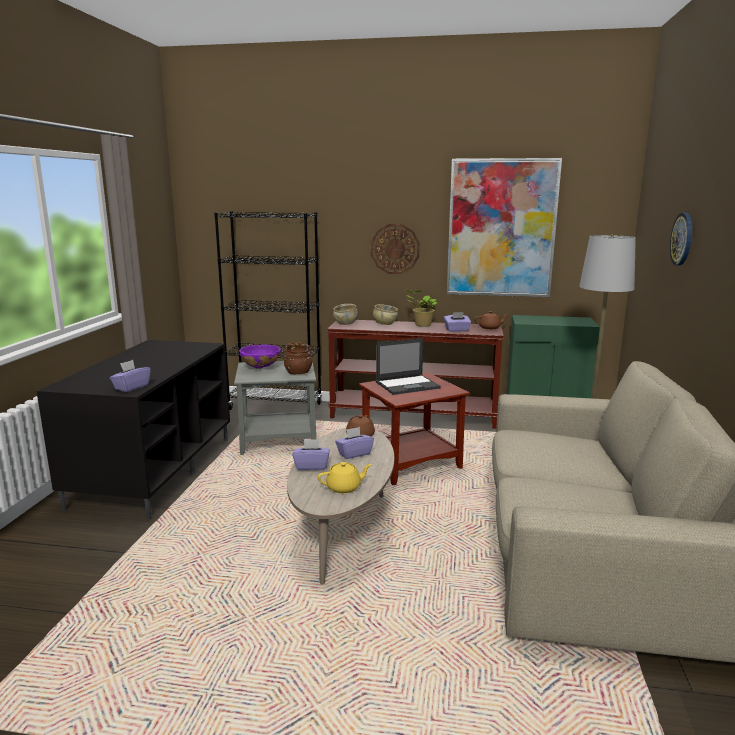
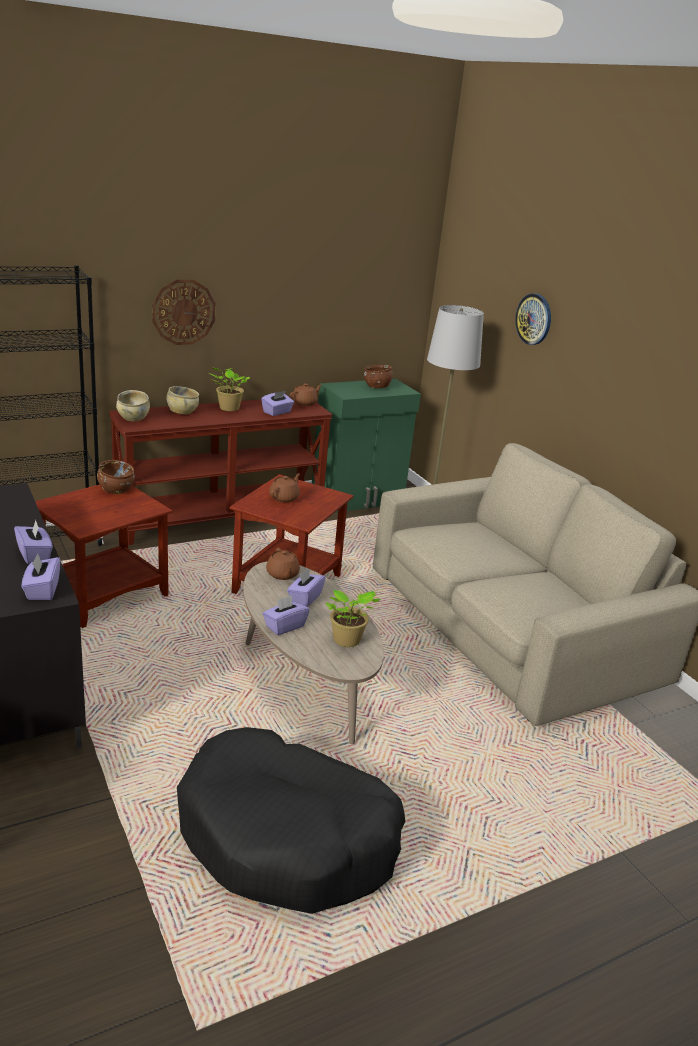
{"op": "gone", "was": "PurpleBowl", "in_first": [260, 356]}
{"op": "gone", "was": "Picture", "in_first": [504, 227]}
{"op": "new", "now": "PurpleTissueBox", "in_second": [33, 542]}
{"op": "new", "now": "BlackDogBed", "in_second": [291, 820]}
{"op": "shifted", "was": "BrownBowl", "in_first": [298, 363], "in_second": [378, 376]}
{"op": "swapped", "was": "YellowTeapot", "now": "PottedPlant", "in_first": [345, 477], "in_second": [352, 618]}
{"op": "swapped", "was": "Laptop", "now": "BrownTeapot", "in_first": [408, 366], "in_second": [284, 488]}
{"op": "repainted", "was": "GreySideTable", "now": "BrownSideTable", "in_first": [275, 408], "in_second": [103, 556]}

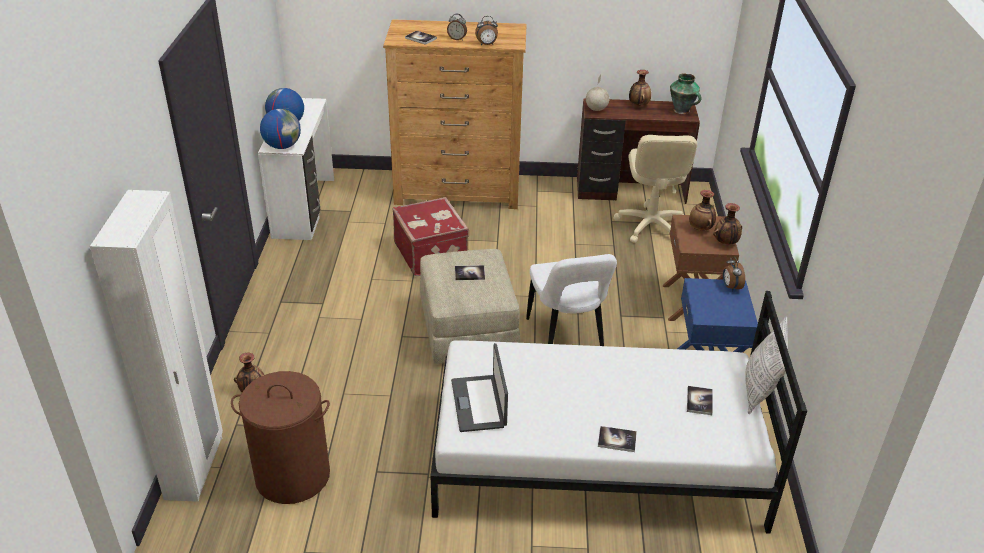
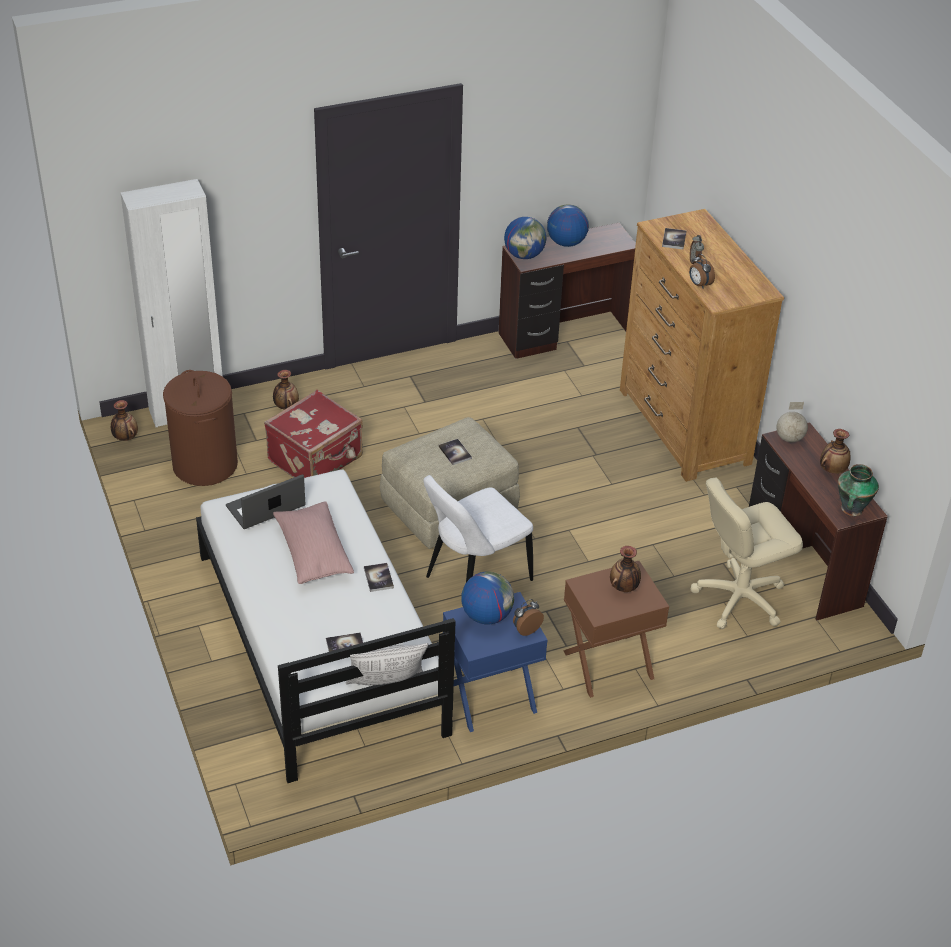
{"op": "new", "now": "PinkPillow", "in_second": [313, 542]}
{"op": "new", "now": "Globe", "in_second": [487, 598]}
{"op": "shifted", "was": "RedSuitcase", "in_first": [430, 236], "in_second": [313, 434]}
{"op": "shifted", "was": "Book", "in_first": [617, 439], "in_second": [379, 577]}
{"op": "shifted", "was": "Vase", "in_first": [727, 224], "in_second": [124, 420]}
{"op": "repainted", "was": "WhiteDesk", "now": "BrownDesk", "in_first": [296, 169], "in_second": [567, 291]}

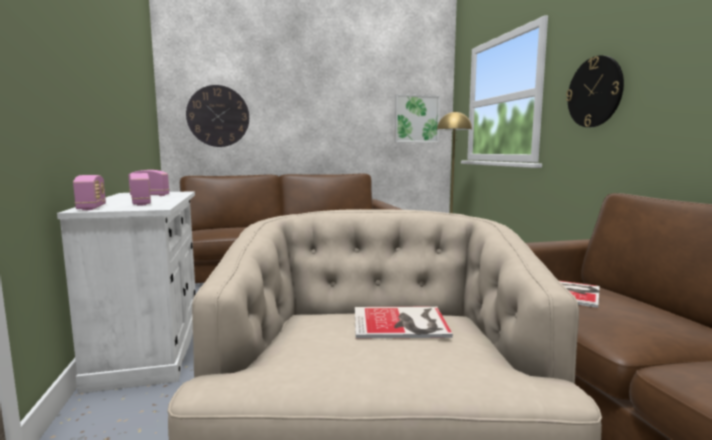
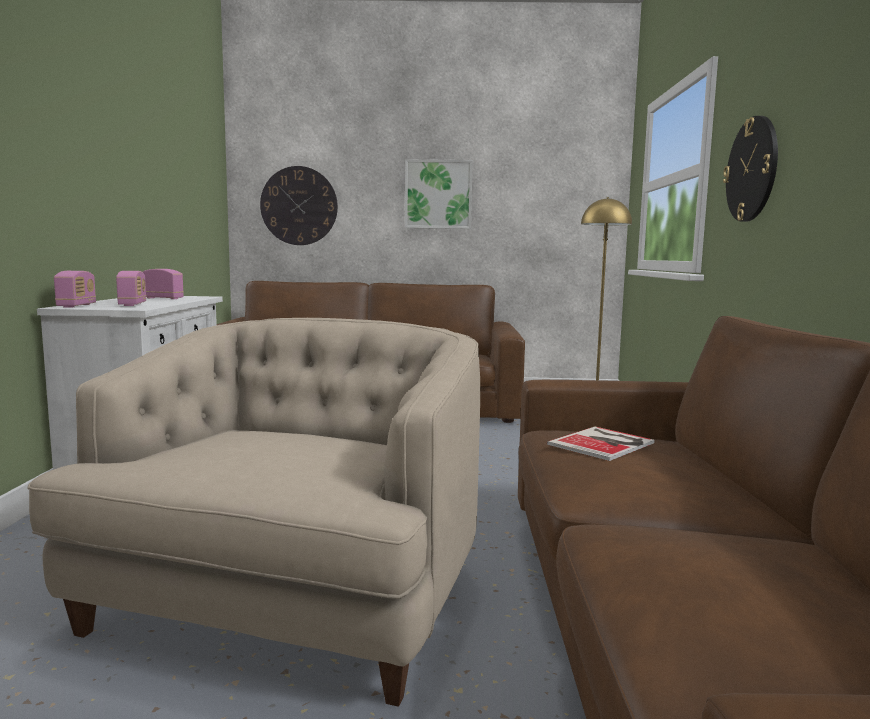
{"op": "gone", "was": "Book", "in_first": [404, 322]}
{"op": "shifted", "was": "Picture", "in_first": [417, 118], "in_second": [439, 194]}

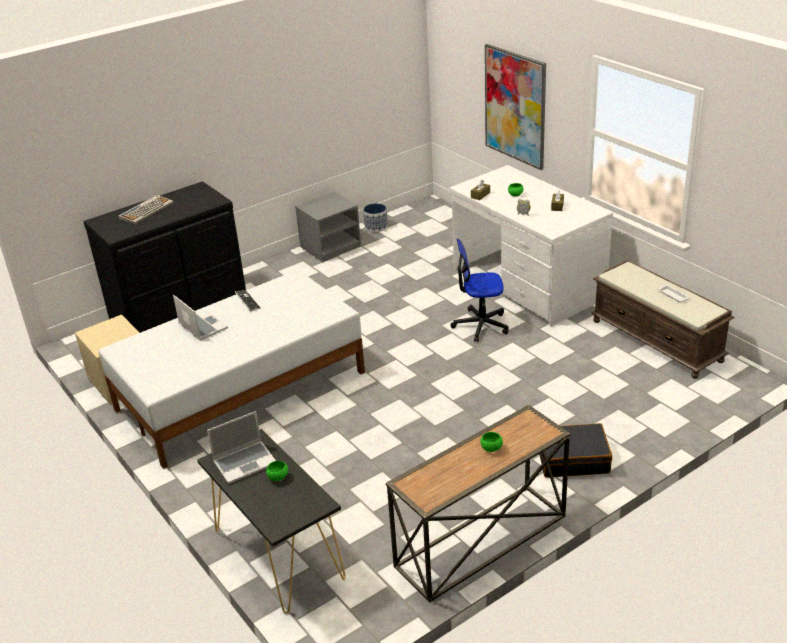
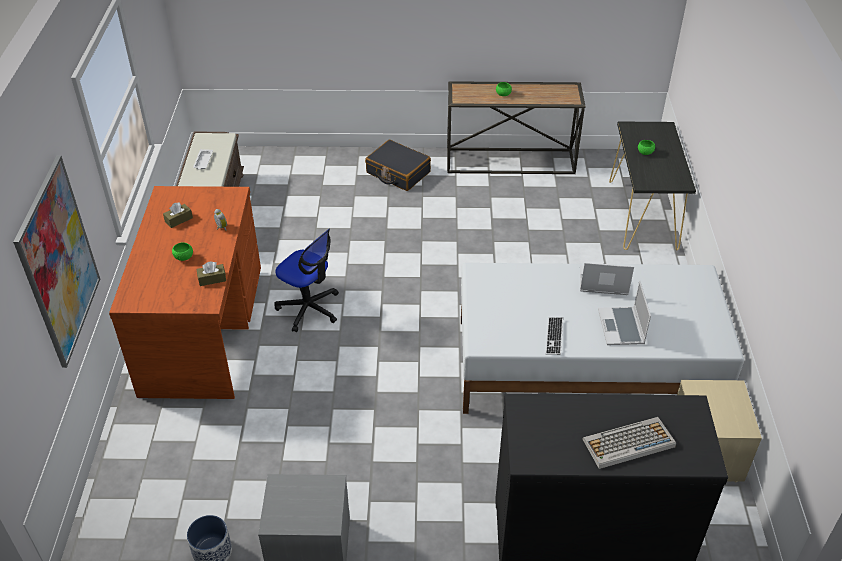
{"op": "shifted", "was": "Laptop", "in_first": [241, 447], "in_second": [607, 278]}
{"op": "repainted", "was": "WhiteDesk", "now": "BrownDesk", "in_first": [531, 245], "in_second": [185, 292]}

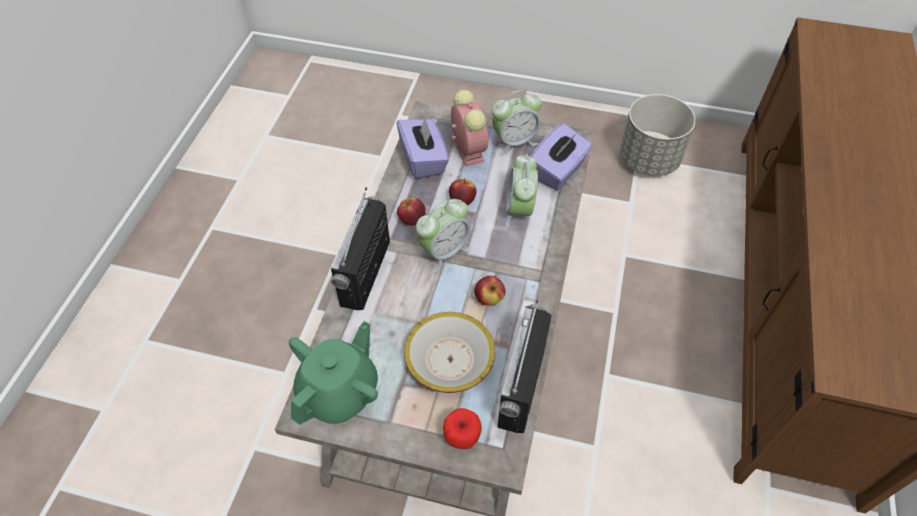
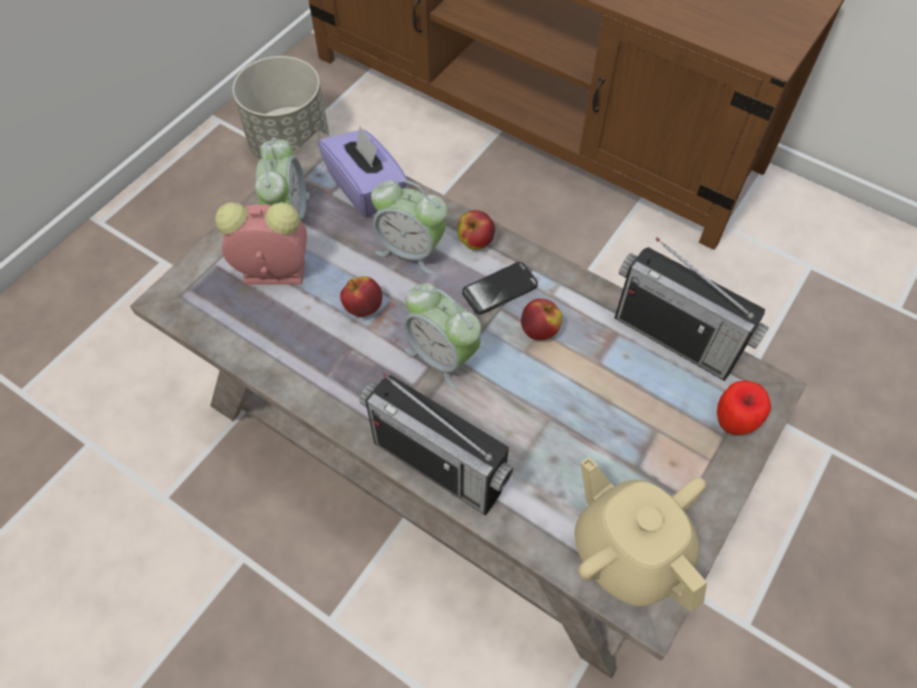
{"op": "gone", "was": "PurpleTissueBox", "in_first": [422, 147]}
{"op": "gone", "was": "Bowl", "in_first": [449, 352]}
{"op": "new", "now": "Phone", "in_second": [500, 288]}
{"op": "shifted", "was": "Apple", "in_first": [411, 212], "in_second": [476, 230]}
{"op": "repainted", "was": "GreenTeapot", "now": "BeigeTeapot", "in_first": [333, 373], "in_second": [640, 534]}
{"op": "rotated", "was": "AlarmClock", "in_first": [443, 235], "in_second": [442, 336], "clockwise": 150}

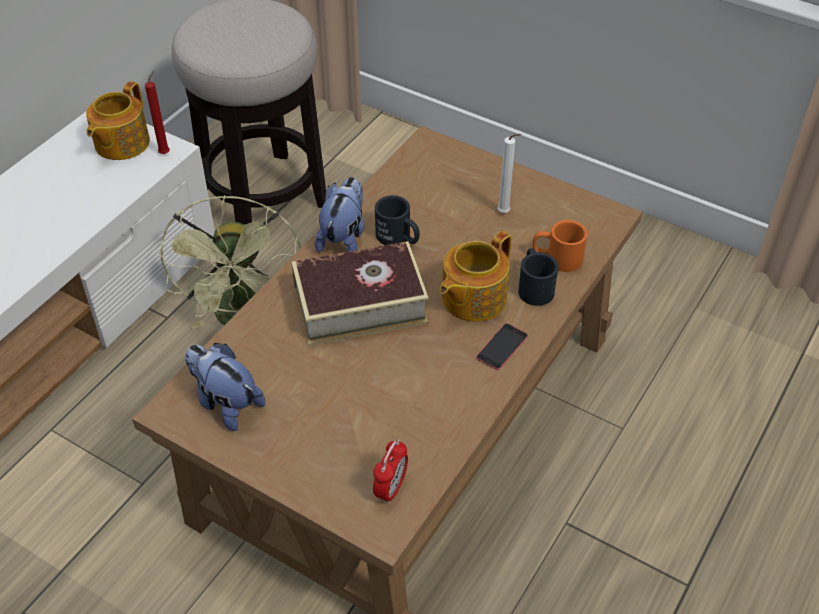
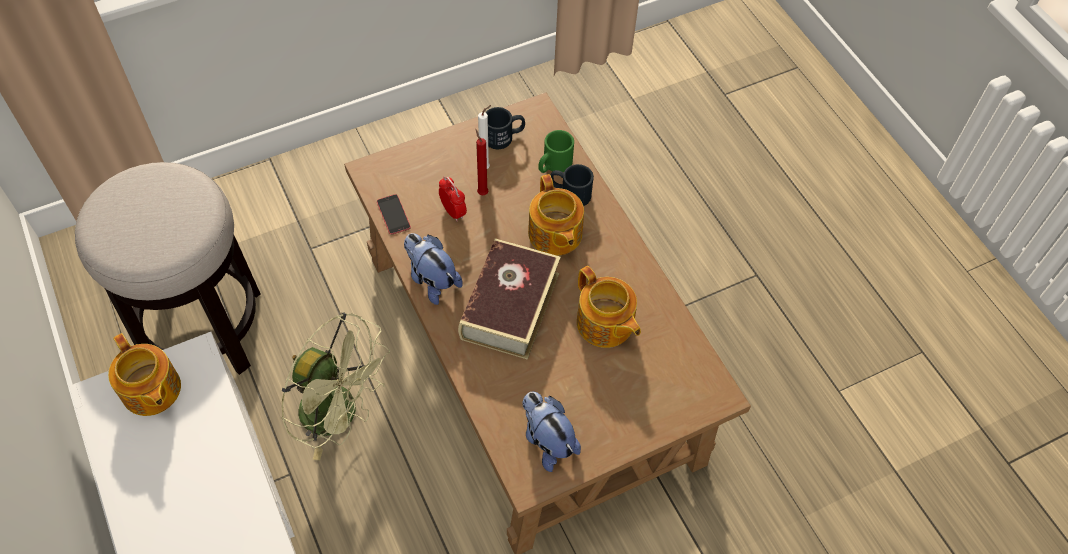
{"op": "new", "now": "Teapot", "in_second": [609, 307]}
{"op": "shifted", "was": "RedCandle", "in_first": [157, 112], "in_second": [481, 162]}
{"op": "shifted", "was": "AlarmClock", "in_first": [390, 471], "in_second": [453, 199]}
{"op": "shifted", "was": "BlackMug", "in_first": [397, 220], "in_second": [505, 128]}
{"op": "shifted", "was": "Phone", "in_first": [502, 346], "in_second": [394, 214]}
{"op": "repainted", "was": "OrangeMug", "now": "GreenMug", "in_first": [560, 246], "in_second": [556, 151]}
{"op": "rotated", "was": "PlushToy", "in_first": [225, 387], "in_second": [551, 432], "clockwise": 75}

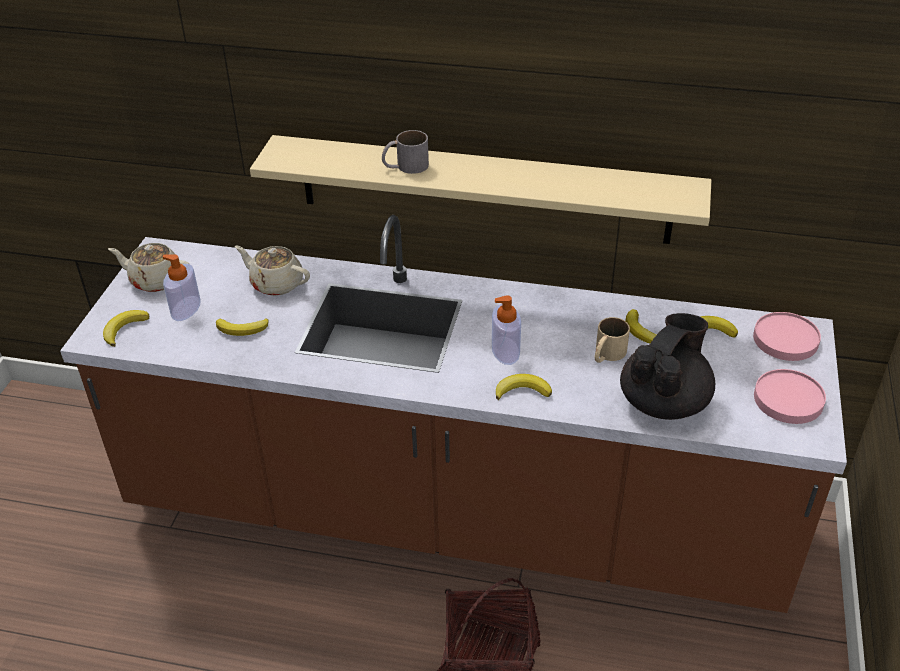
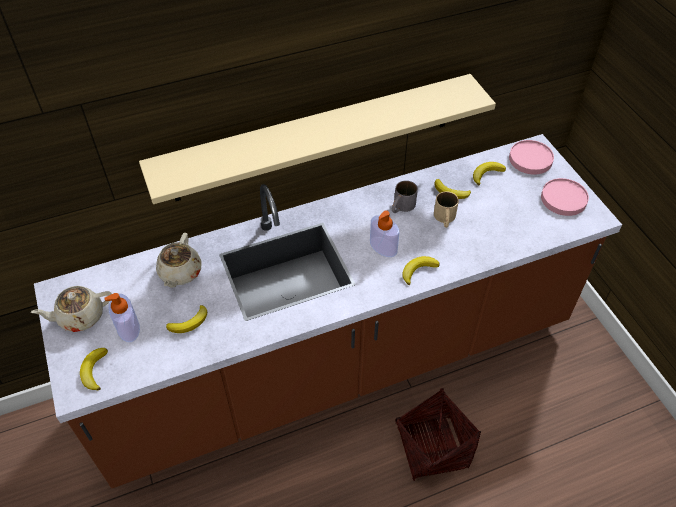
{"op": "gone", "was": "BlackTeapot", "in_first": [667, 366]}
{"op": "shifted", "was": "GreyMug", "in_first": [405, 152], "in_second": [405, 196]}
{"op": "rotated", "was": "BeigeTeapot", "in_first": [272, 270], "in_second": [179, 260], "clockwise": -75}

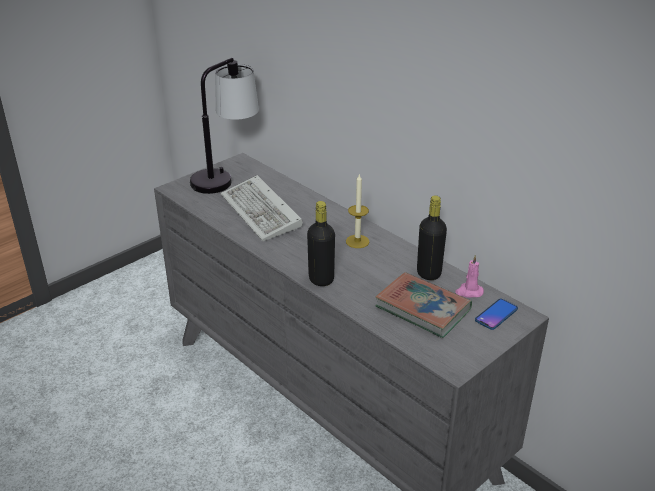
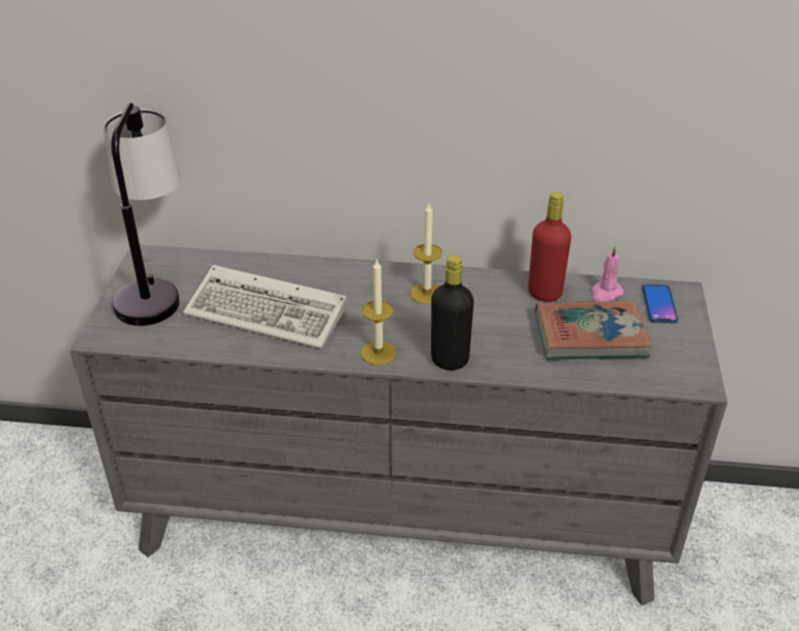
{"op": "new", "now": "Candle", "in_second": [379, 312]}
{"op": "repainted", "was": "BlackBottle", "now": "RedBottle", "in_first": [432, 237], "in_second": [549, 247]}

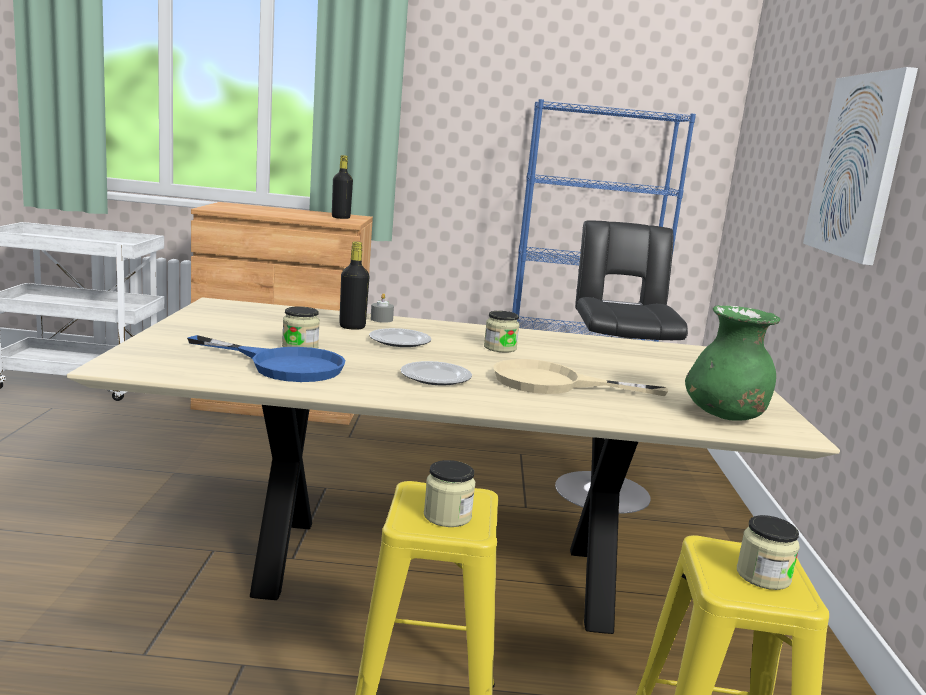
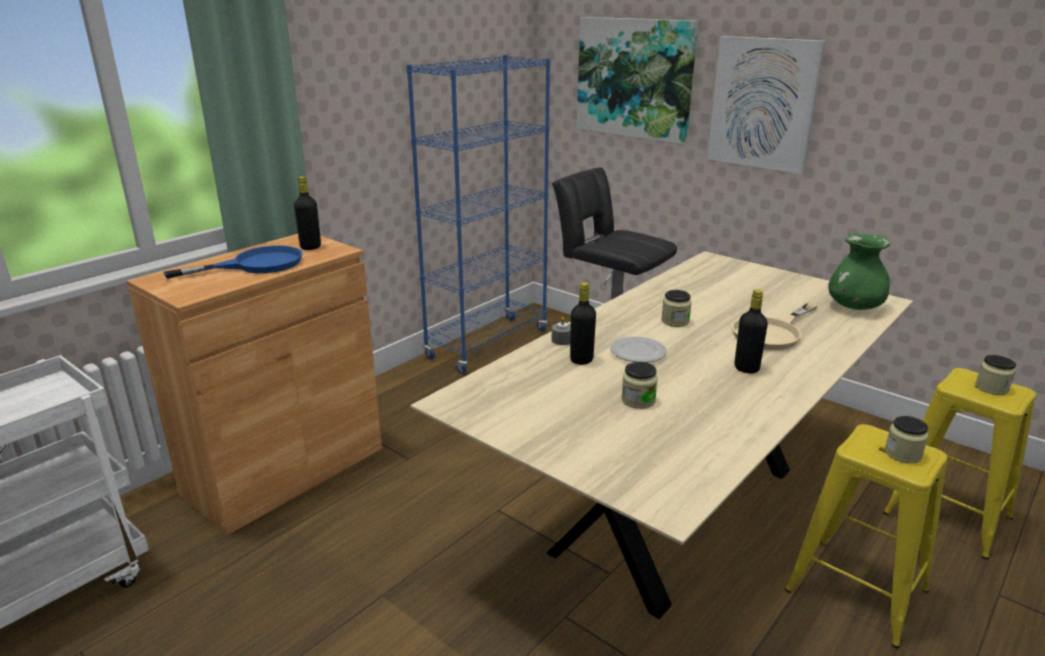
{"op": "new", "now": "Picture", "in_second": [637, 80]}
{"op": "shifted", "was": "BlueFryingPan", "in_first": [266, 358], "in_second": [232, 262]}
{"op": "swapped", "was": "Plate", "now": "BlackBottle", "in_first": [436, 373], "in_second": [751, 331]}

